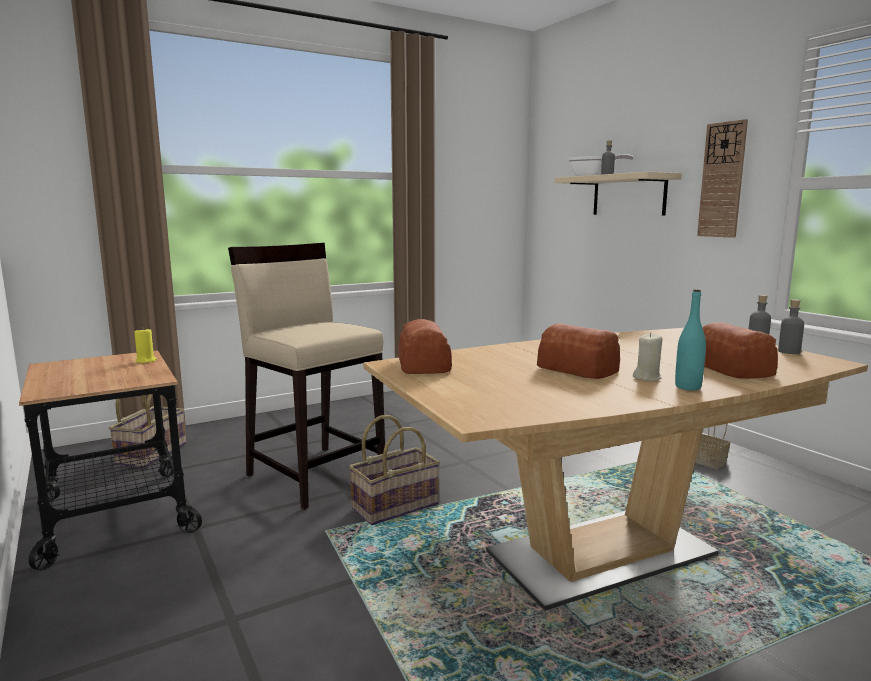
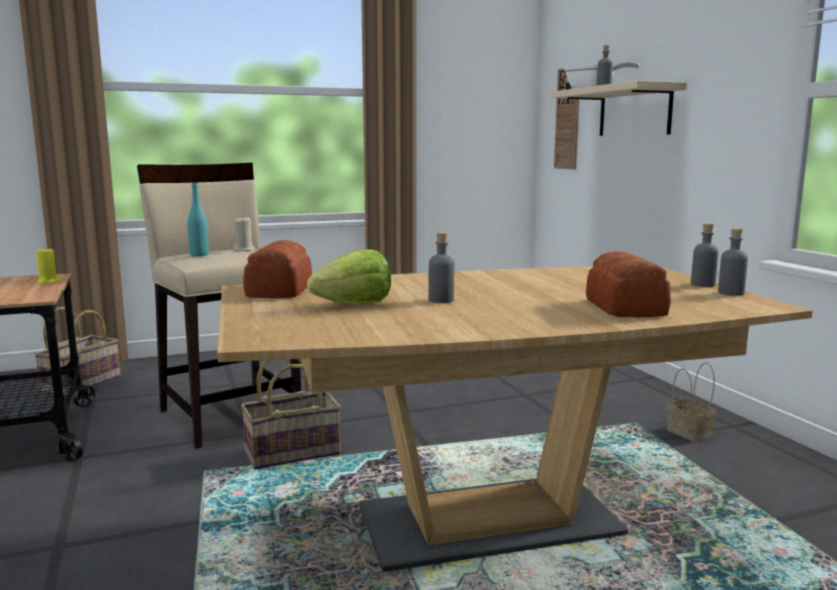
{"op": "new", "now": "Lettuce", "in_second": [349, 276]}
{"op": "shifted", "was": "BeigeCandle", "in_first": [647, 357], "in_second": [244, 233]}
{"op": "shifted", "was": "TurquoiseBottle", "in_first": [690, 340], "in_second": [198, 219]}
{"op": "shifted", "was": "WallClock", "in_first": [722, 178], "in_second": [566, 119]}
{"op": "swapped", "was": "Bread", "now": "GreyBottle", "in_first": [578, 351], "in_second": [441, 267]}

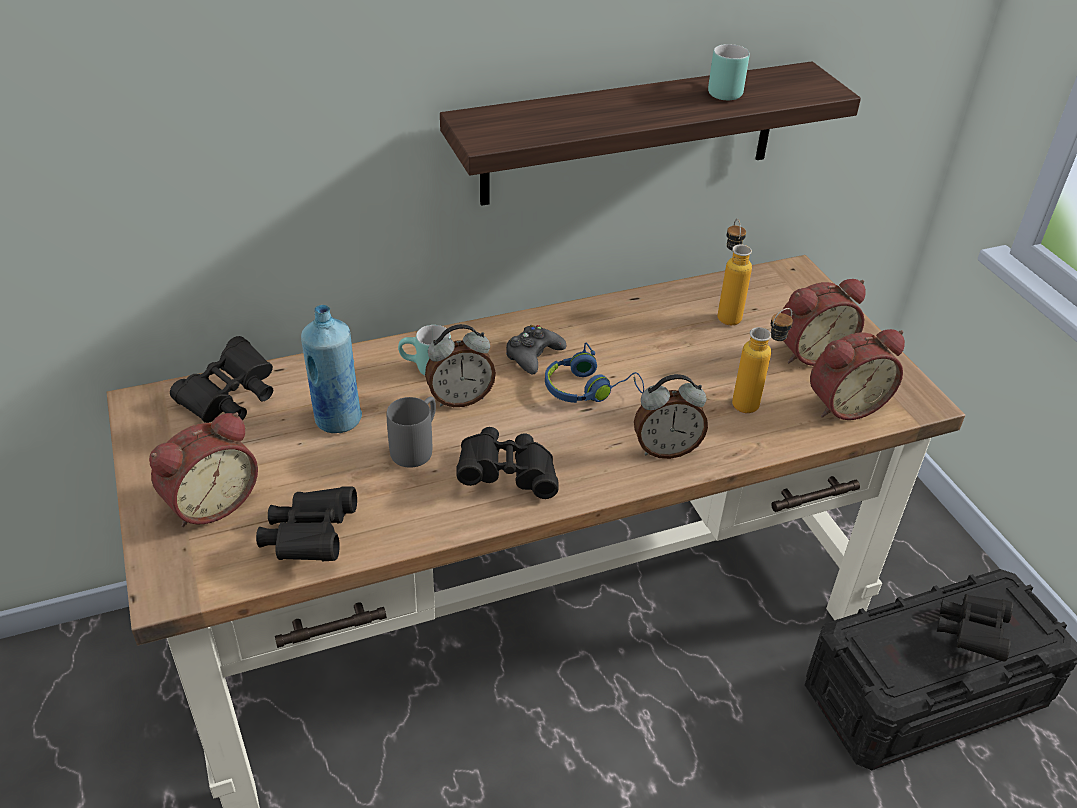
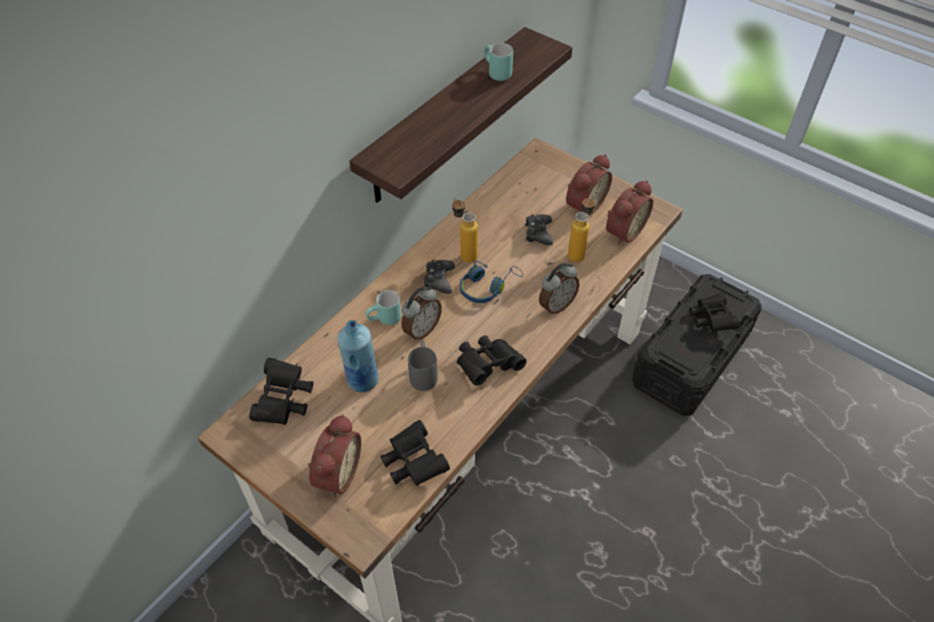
{"op": "new", "now": "BlackGameController", "in_second": [539, 229]}
{"op": "shifted", "was": "Bottle", "in_first": [734, 272], "in_second": [465, 230]}

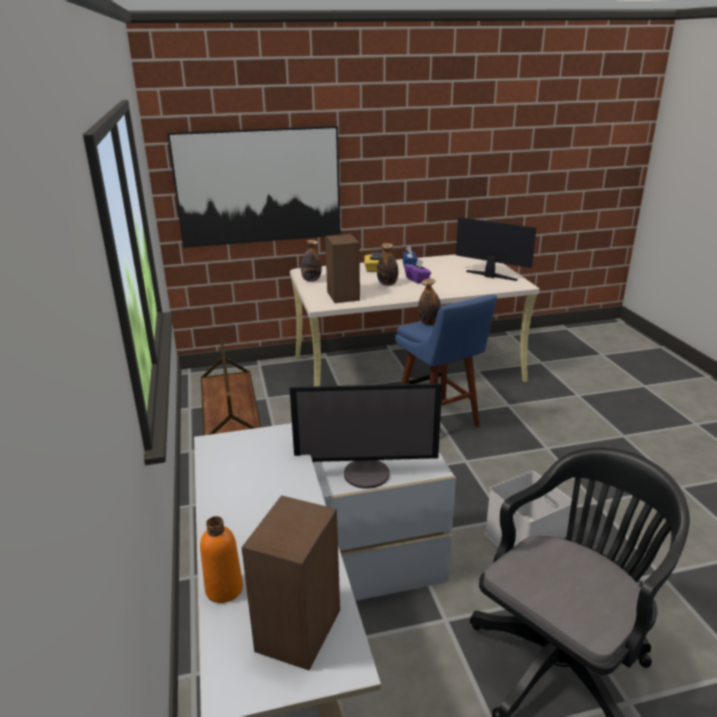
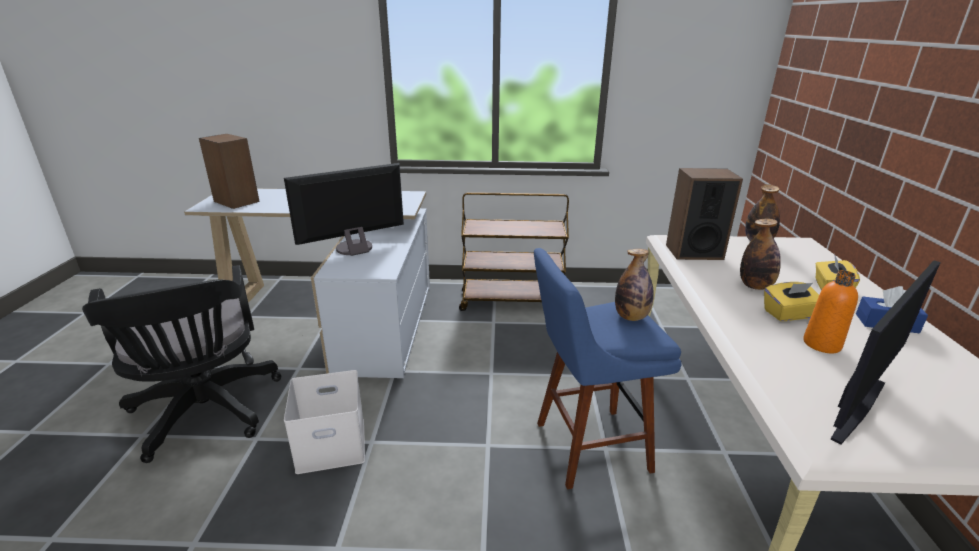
{"op": "gone", "was": "Picture", "in_first": [254, 187]}
{"op": "shifted", "was": "OrangeBottle", "in_first": [221, 559], "in_second": [830, 311]}
{"op": "repainted", "was": "PurpleTissueBox", "now": "YellowTissueBox", "in_first": [417, 271], "in_second": [791, 301]}
{"op": "rotated", "was": "Monitor", "in_first": [366, 436], "in_second": [344, 209], "clockwise": 45}

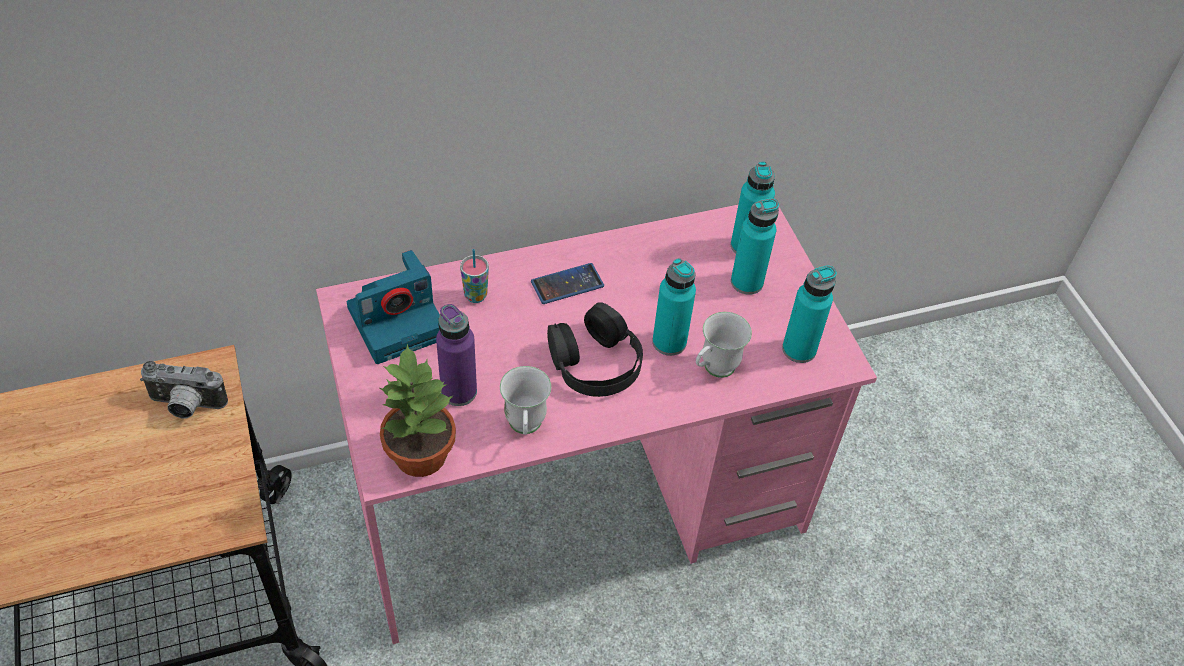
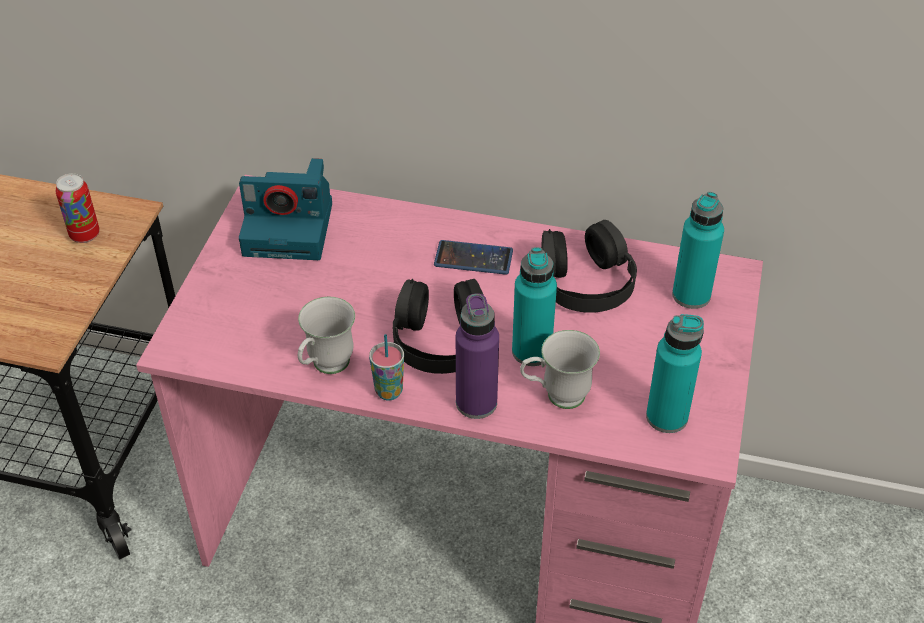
{"op": "gone", "was": "PottedPlant", "in_first": [418, 410]}
{"op": "gone", "was": "TurquoiseBottle", "in_first": [755, 246]}
{"op": "new", "now": "BlackHeadphones", "in_second": [589, 266]}
{"op": "shifted", "was": "PurpleBottle", "in_first": [456, 355], "in_second": [477, 356]}
{"op": "shifted", "was": "Cup", "in_first": [474, 276], "in_second": [386, 367]}
{"op": "swapped", "was": "PhotoCamera", "now": "Can", "in_first": [184, 389], "in_second": [78, 208]}

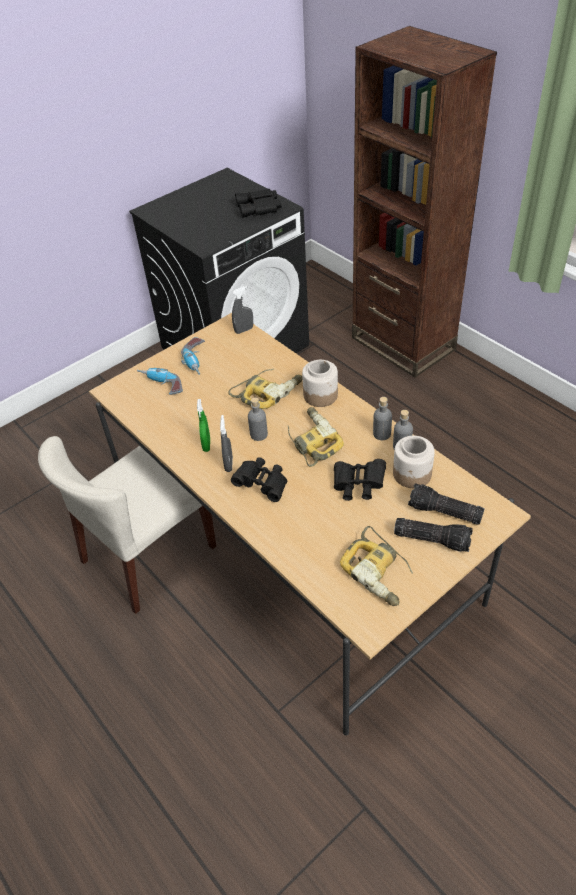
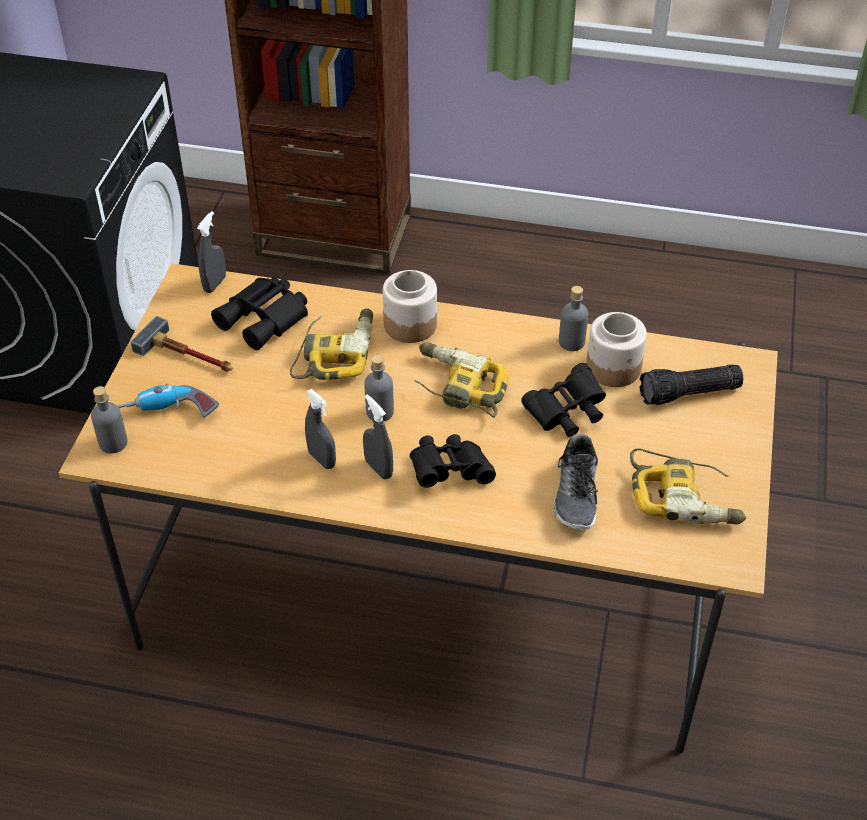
{"op": "gone", "was": "BeigeChair", "in_first": [127, 525]}
{"op": "gone", "was": "Flashlight", "in_first": [433, 535]}
{"op": "new", "now": "Shoe", "in_second": [575, 482]}
{"op": "shifted", "was": "BlackBinoculars", "in_first": [258, 203], "in_second": [259, 313]}
{"op": "shifted", "was": "GreyBottle", "in_first": [382, 418], "in_second": [109, 420]}
{"op": "swapped", "was": "PowerDrill", "now": "Hammer", "in_first": [193, 356], "in_second": [181, 344]}
{"op": "repainted", "was": "GreenSprayBottle", "now": "GreySprayBottle", "in_first": [203, 425], "in_second": [320, 429]}

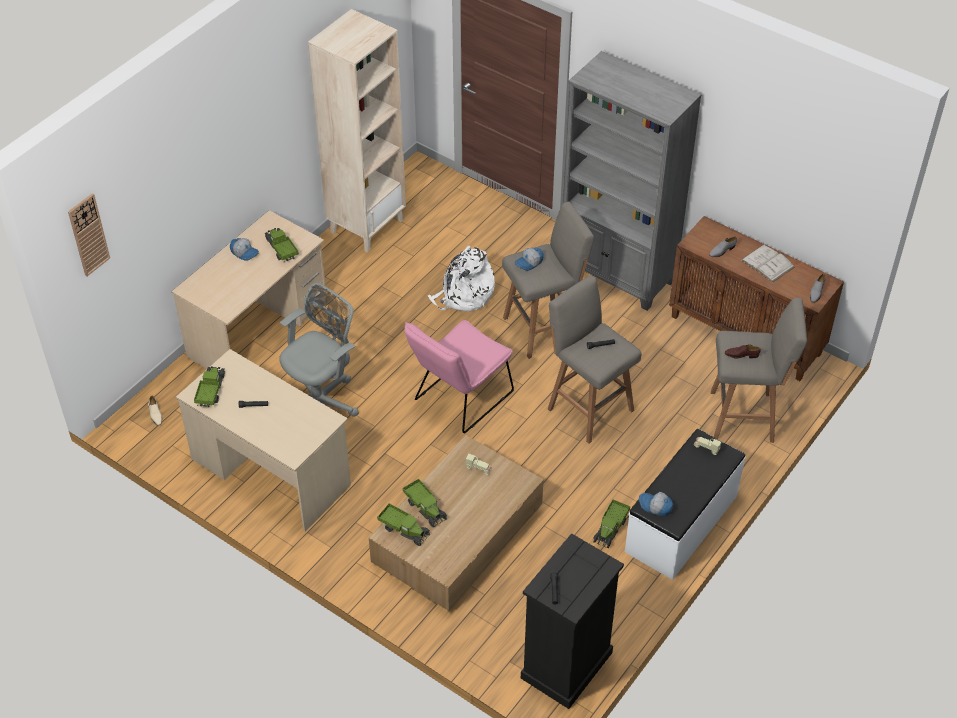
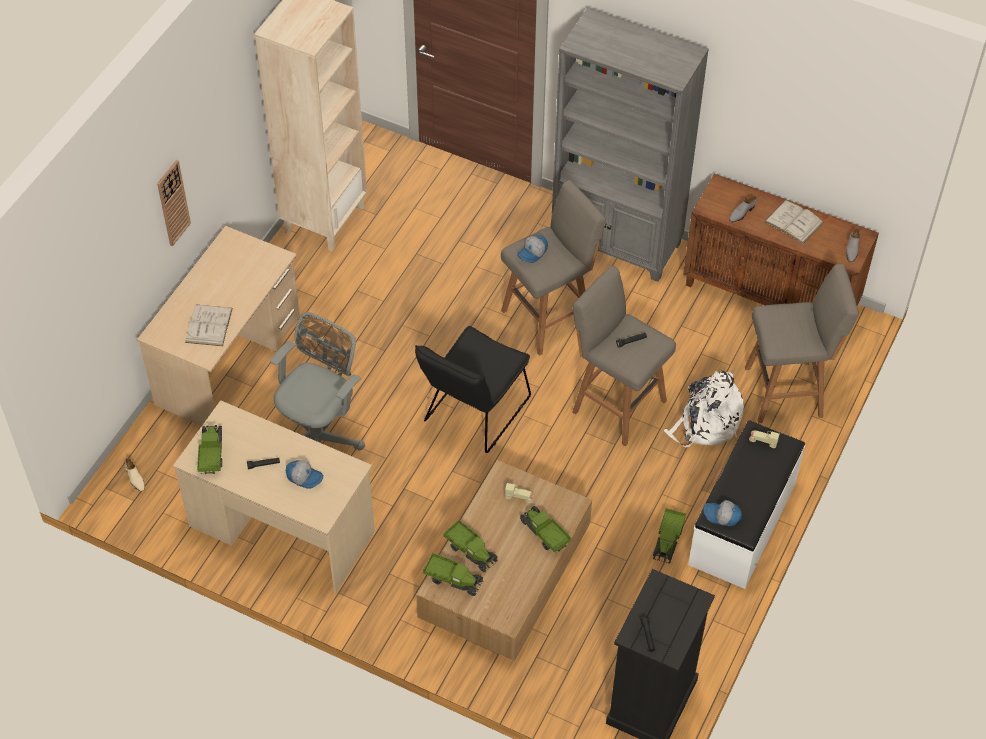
{"op": "gone", "was": "BrownShoe", "in_first": [743, 351]}
{"op": "new", "now": "WhiteBook", "in_second": [209, 325]}
{"op": "shifted", "was": "WallClock", "in_first": [89, 234], "in_second": [174, 203]}
{"op": "shifted", "was": "Cap", "in_first": [244, 249], "in_second": [304, 474]}
{"op": "shifted", "was": "ToyTruck", "in_first": [282, 244], "in_second": [545, 529]}
{"op": "shifted", "was": "WhiteBackpack", "in_first": [461, 279], "in_second": [703, 408]}
{"op": "repainted", "was": "PinkChair", "now": "BlackChair", "in_first": [459, 376], "in_second": [473, 389]}

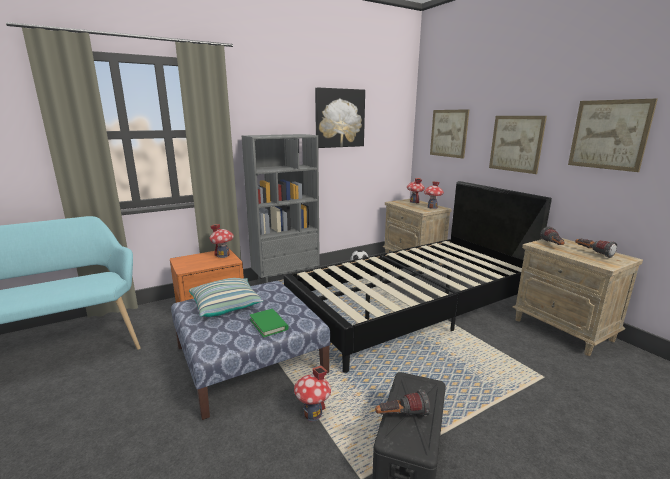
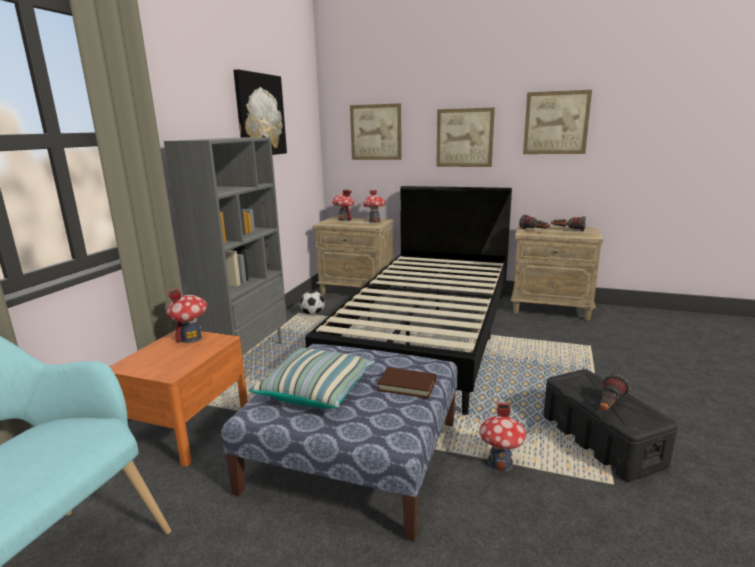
{"op": "repainted", "was": "GreenBook", "now": "BrownBook", "in_first": [269, 323], "in_second": [406, 382]}

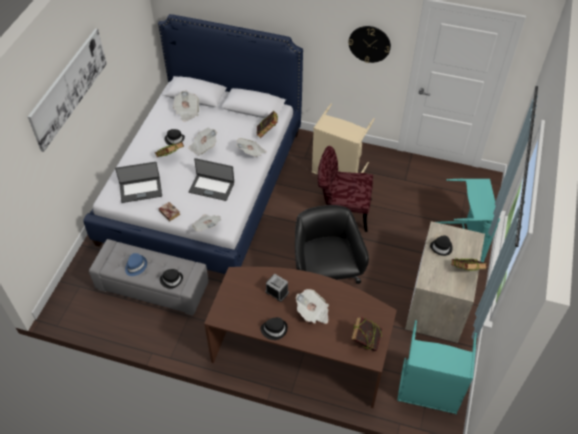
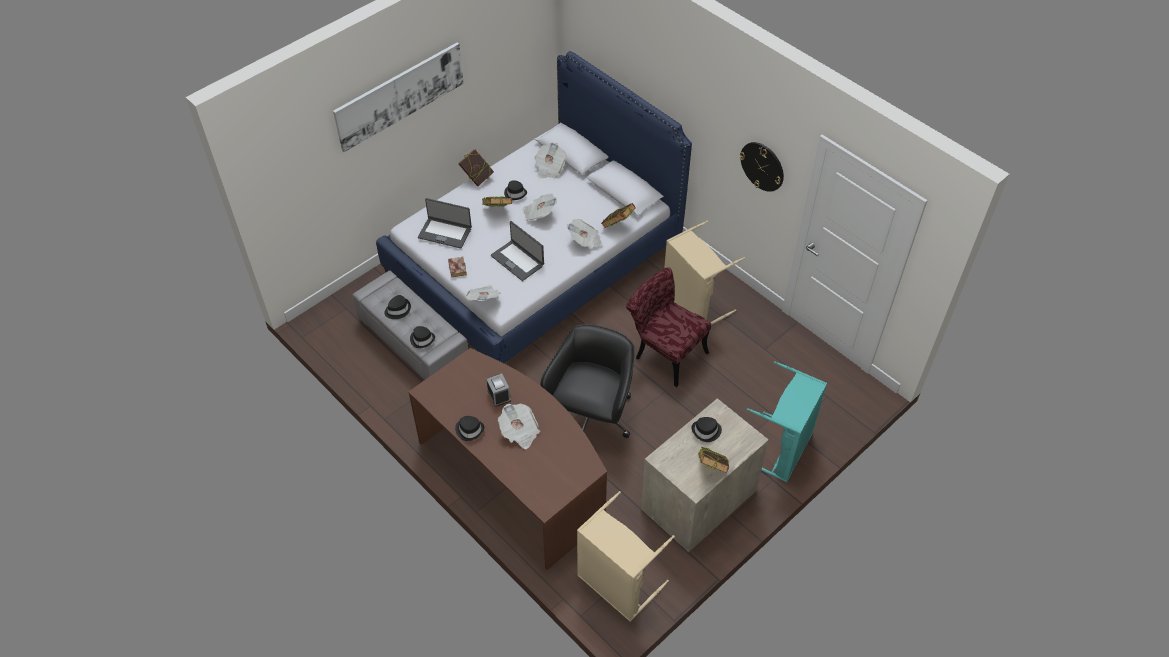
{"op": "shifted", "was": "Book", "in_first": [366, 334], "in_second": [476, 168]}
{"op": "repainted", "was": "BlueHat", "now": "BlackHat", "in_first": [136, 264], "in_second": [397, 307]}
{"op": "repainted", "was": "TurquoiseLaundryBasket", "now": "BeigeLaundryBasket", "in_first": [437, 367], "in_second": [626, 556]}

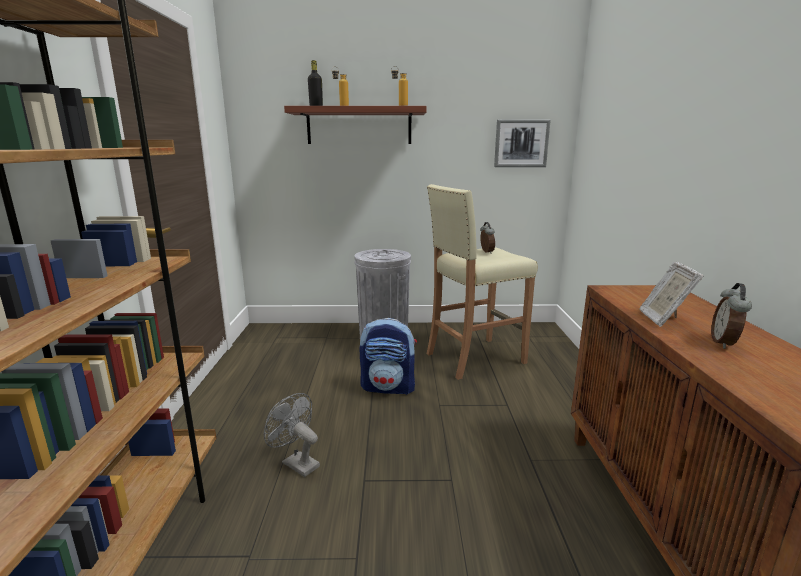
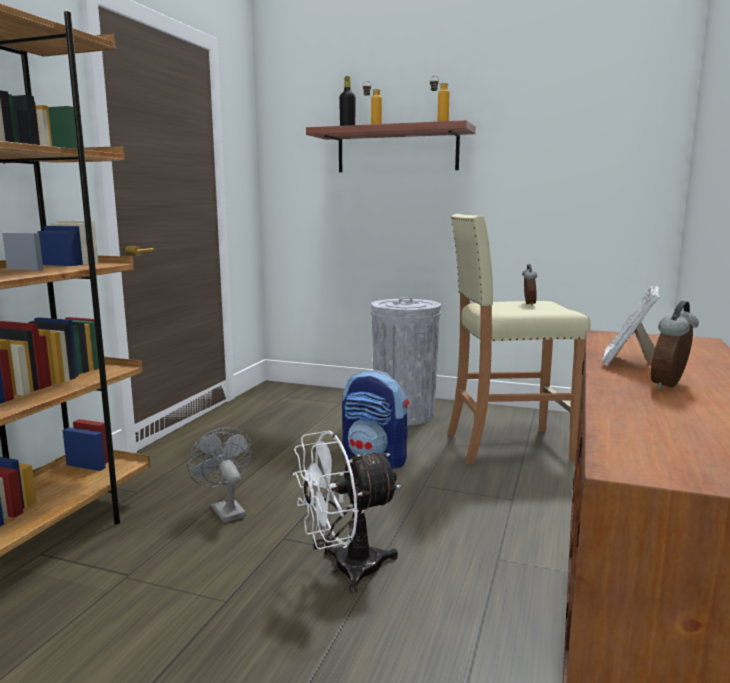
{"op": "gone", "was": "Picture", "in_first": [522, 143]}
{"op": "new", "now": "WhiteFan", "in_second": [346, 511]}

